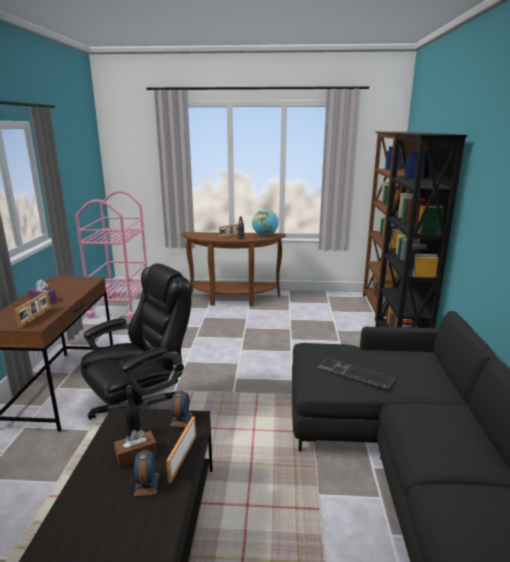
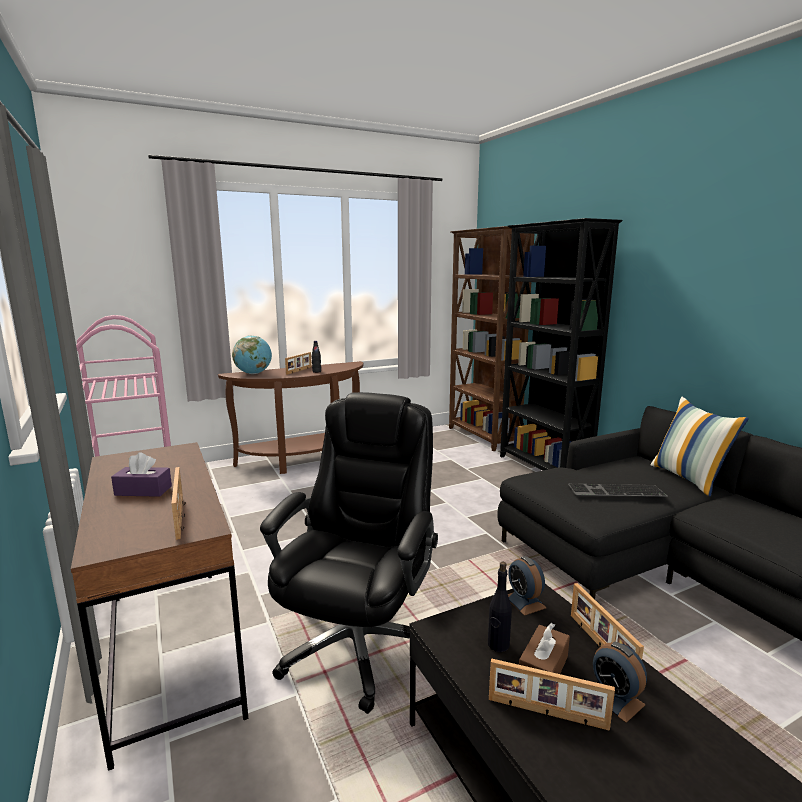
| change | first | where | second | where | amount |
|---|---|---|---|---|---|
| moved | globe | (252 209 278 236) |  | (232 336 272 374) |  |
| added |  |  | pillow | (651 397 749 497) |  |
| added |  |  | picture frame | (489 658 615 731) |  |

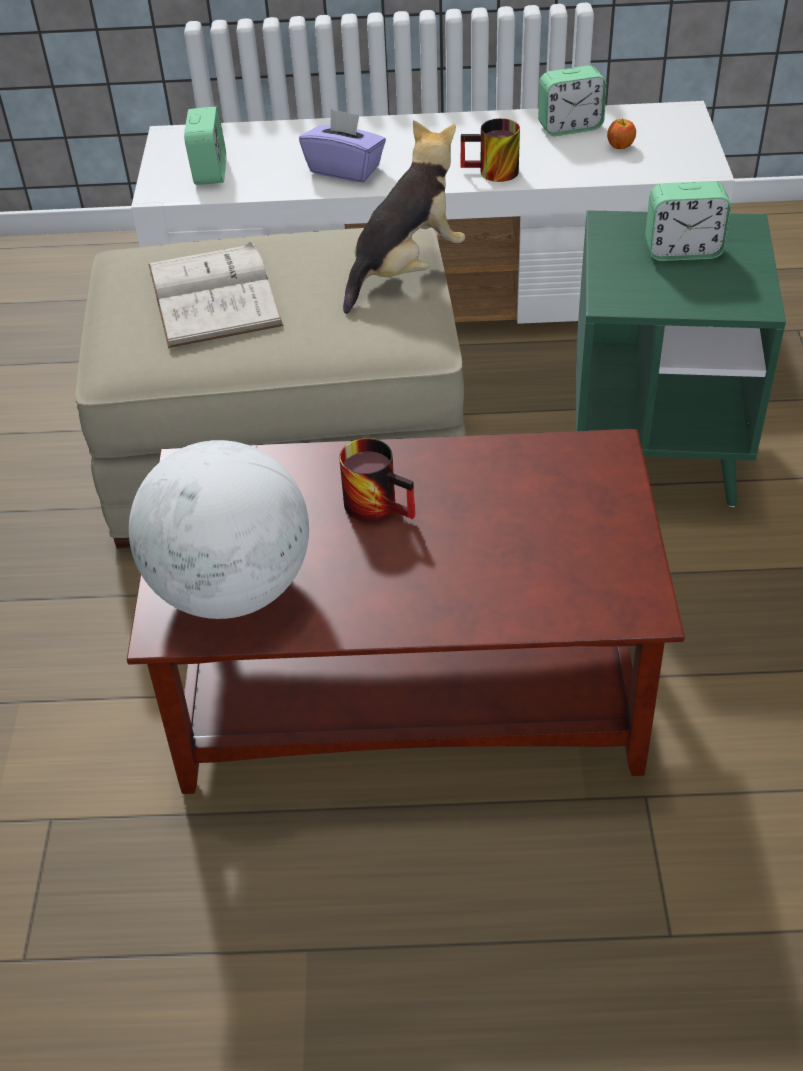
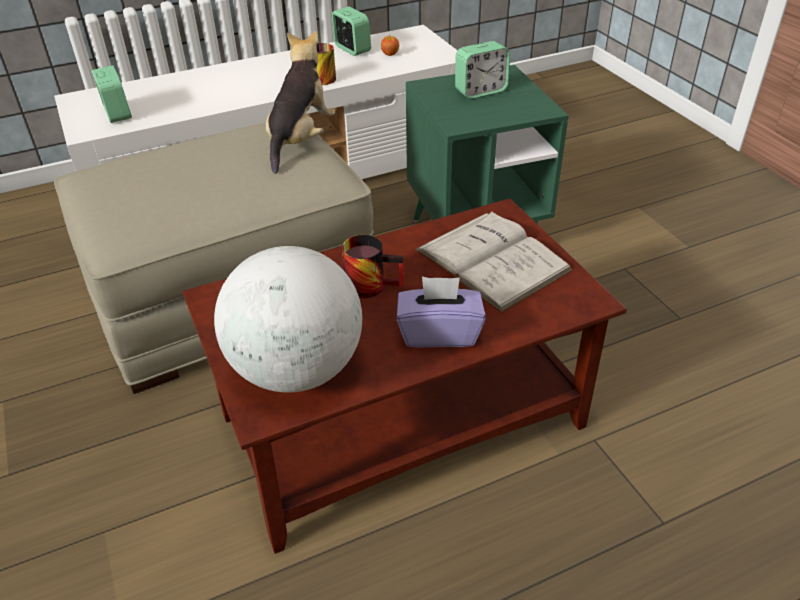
| change | first | where | second | where | amount |
|---|---|---|---|---|---|
| turned | alarm clock | (538 65 607 136) |  | (332 6 371 56) | 90 degrees counterclockwise |
| moved | tissue box/purple | (299 109 386 182) |  | (397 277 486 348) |  |
| moved | book/white | (148 242 283 348) |  | (415 212 573 313) |  |

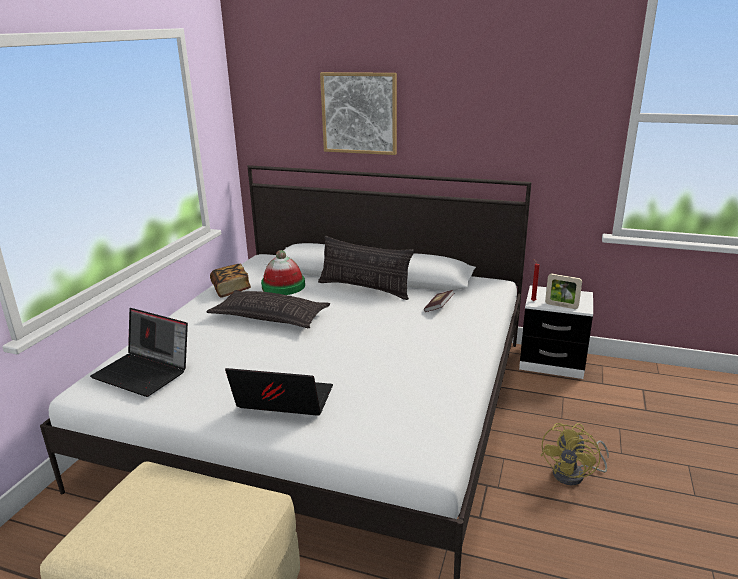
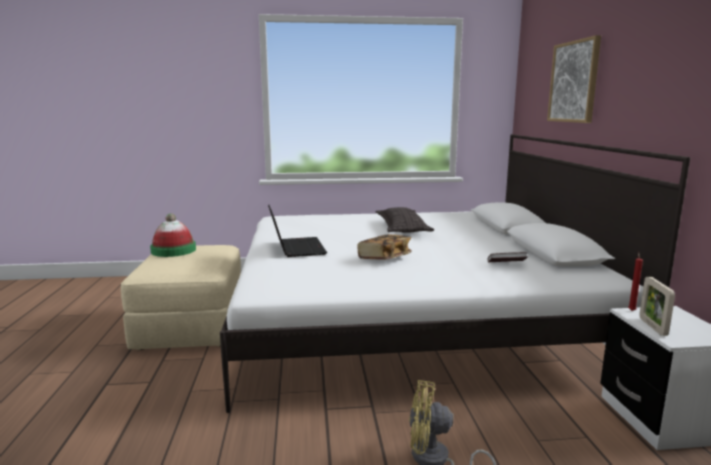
| change | first | where | second | where | amount |
|---|---|---|---|---|---|
| removed | pillow | (318 236 415 300) |  |  |  |
| moved | hat | (261 250 305 295) |  | (150 213 196 257) |  |
| moved | book | (210 264 251 298) |  | (357 234 412 260) |  |
| removed | laptop | (90 308 188 397) |  |  |  |

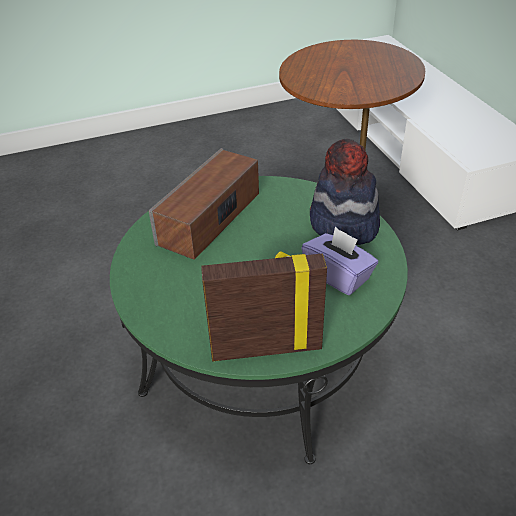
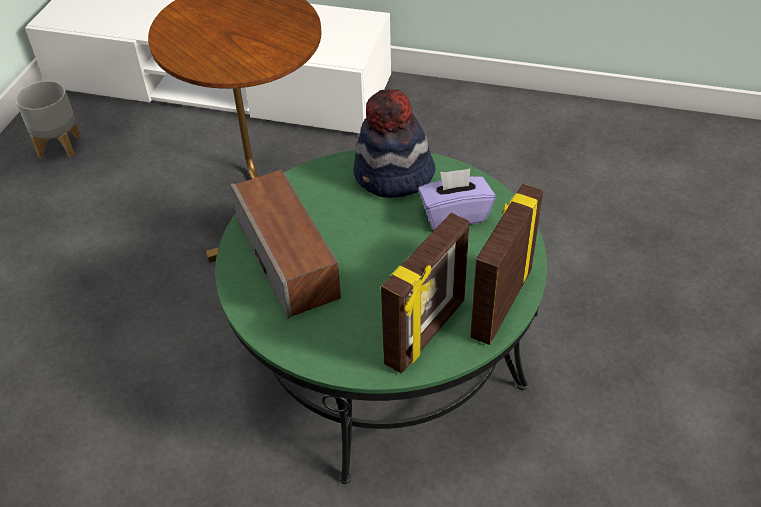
| change | first | where | second | where | amount |
|---|---|---|---|---|---|
| added |  |  | planter/grey | (16 81 81 159) |  |
| added |  |  | picture frame | (381 213 470 373) |  |

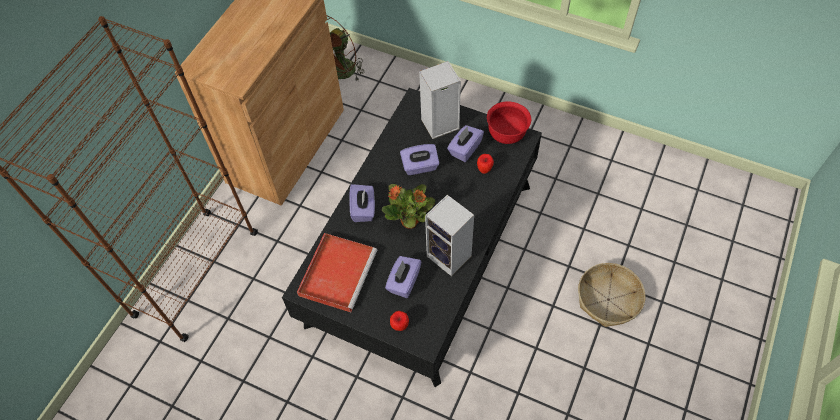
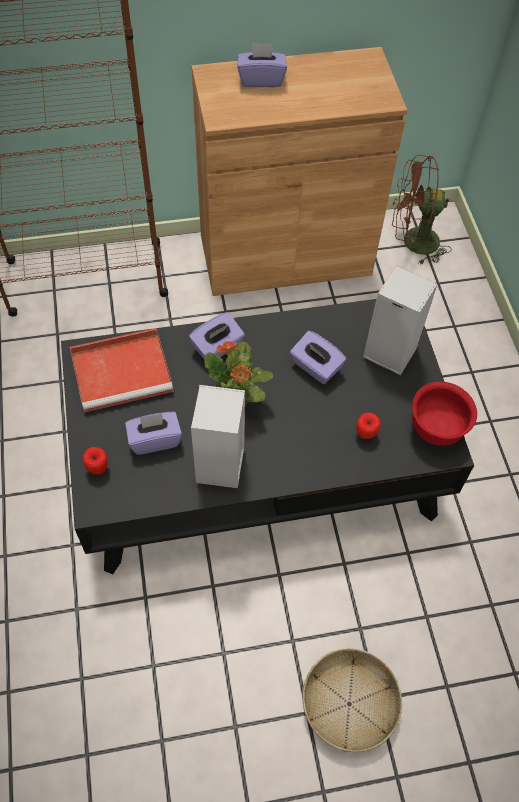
| change | first | where | second | where | amount |
|---|---|---|---|---|---|
| moved | tissue box/purple | (447 125 484 162) |  | (238 43 287 87) |  |

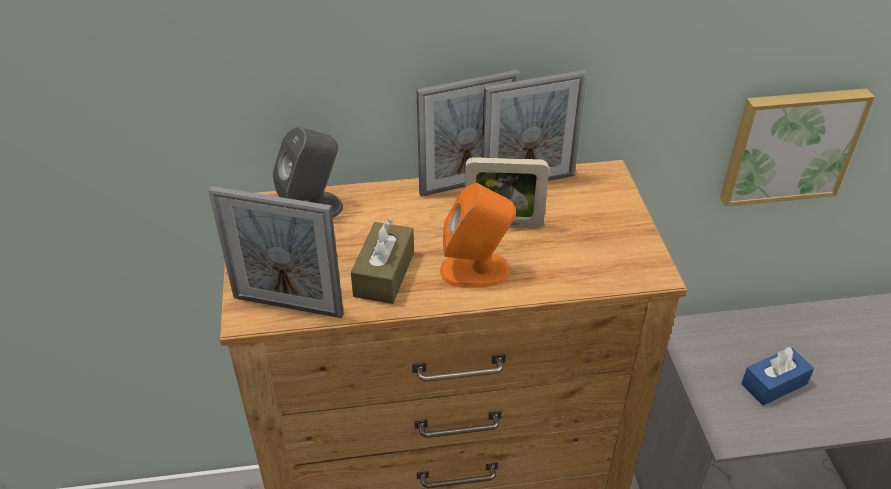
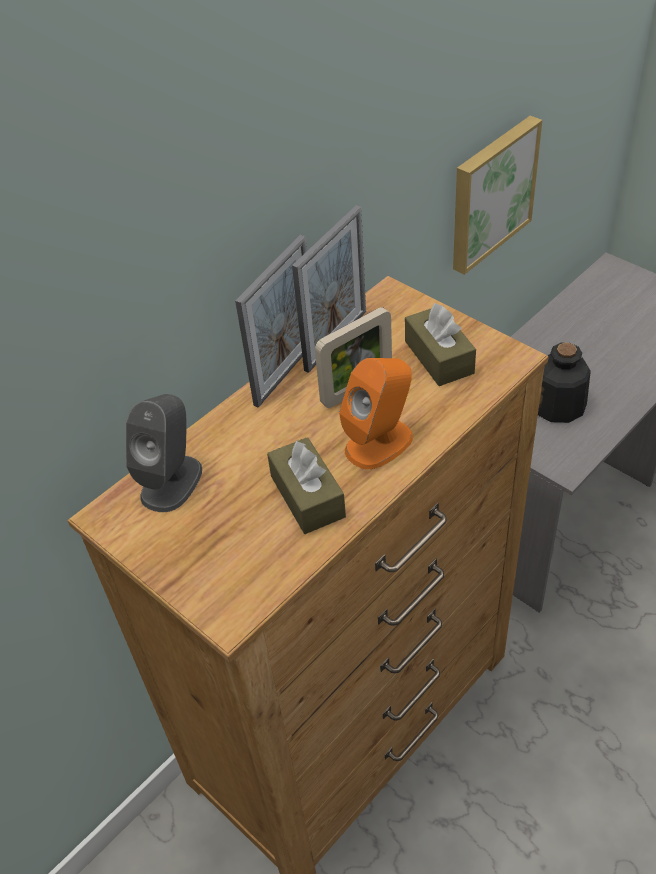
| change | first | where | second | where | amount |
|---|---|---|---|---|---|
| removed | picture frame | (208 186 344 318) |  |  |  |
| replaced | tissue box/blue | (741 347 814 406) | bottle | (538 343 591 423) |  |
| added |  |  | tissue box/brown | (405 303 476 386) |  |

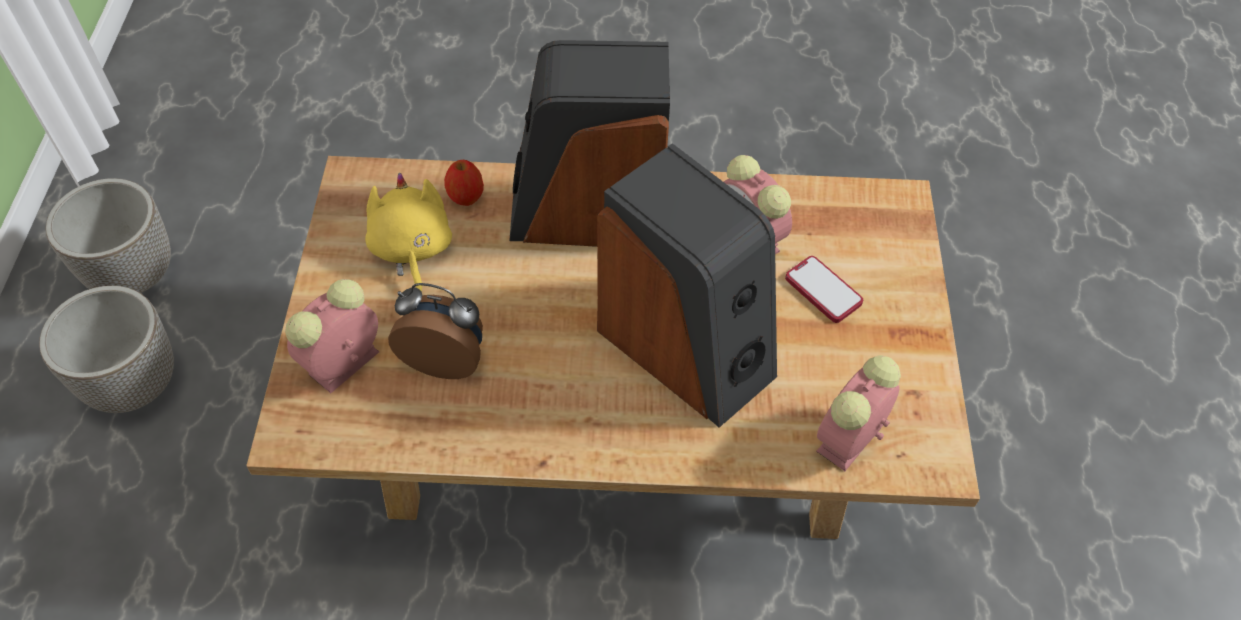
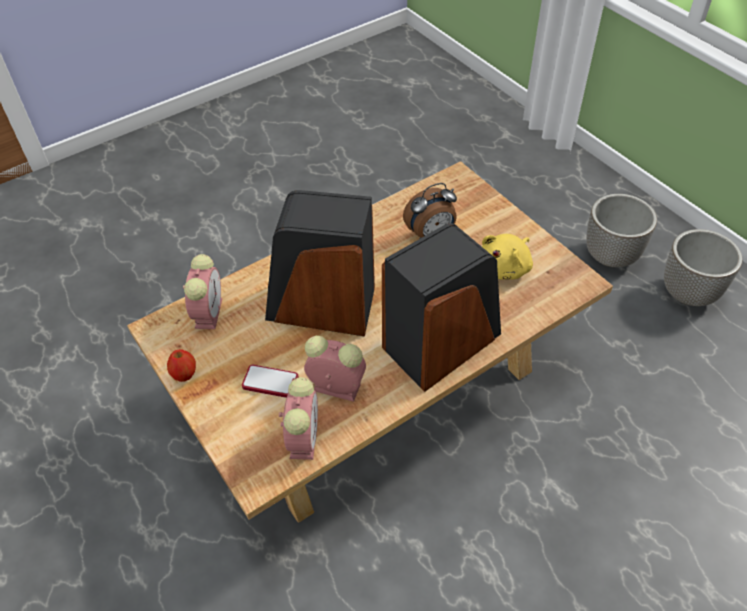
| change | first | where | second | where | amount |
|---|---|---|---|---|---|
| moved | apple | (444 160 484 206) |  | (167 349 196 382) |  |
| turned | plush toy/yellow | (365 173 452 291) |  | (482 234 533 280) | 90 degrees clockwise |
| moved | alarm clock | (285 279 379 393) |  | (279 377 318 460) |  |

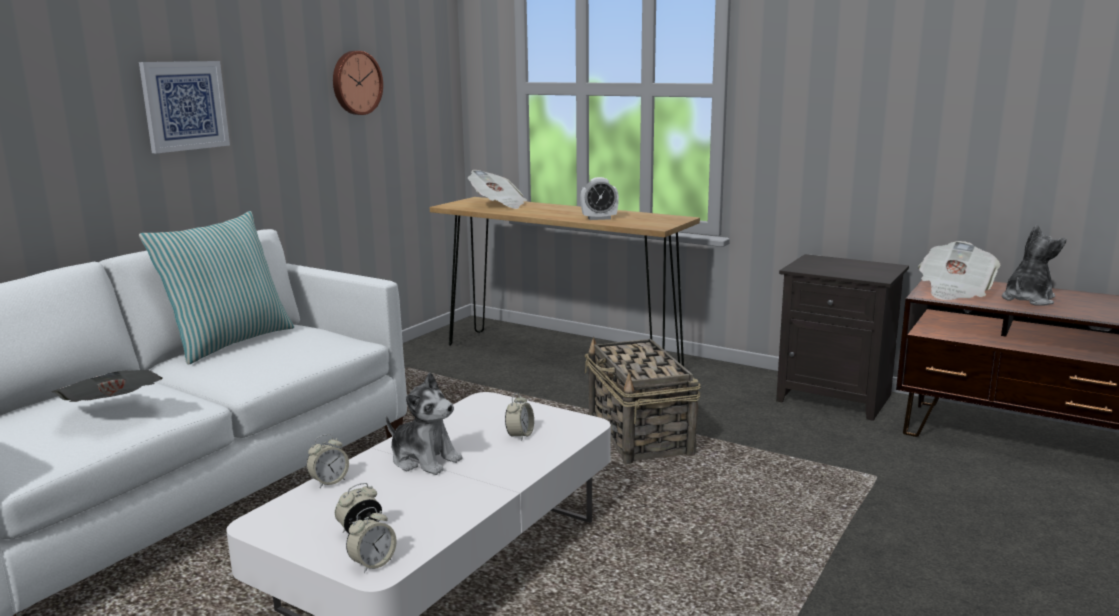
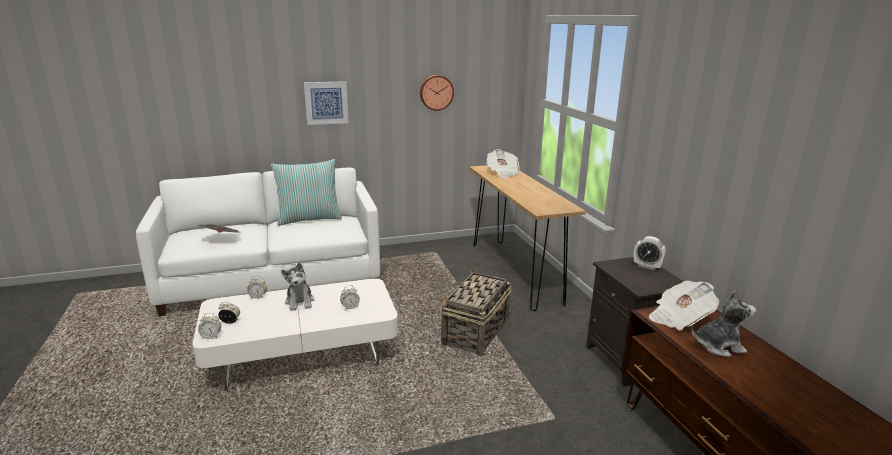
| change | first | where | second | where | amount |
|---|---|---|---|---|---|
| moved | alarm clock | (580 177 619 220) |  | (634 236 666 270) |  |

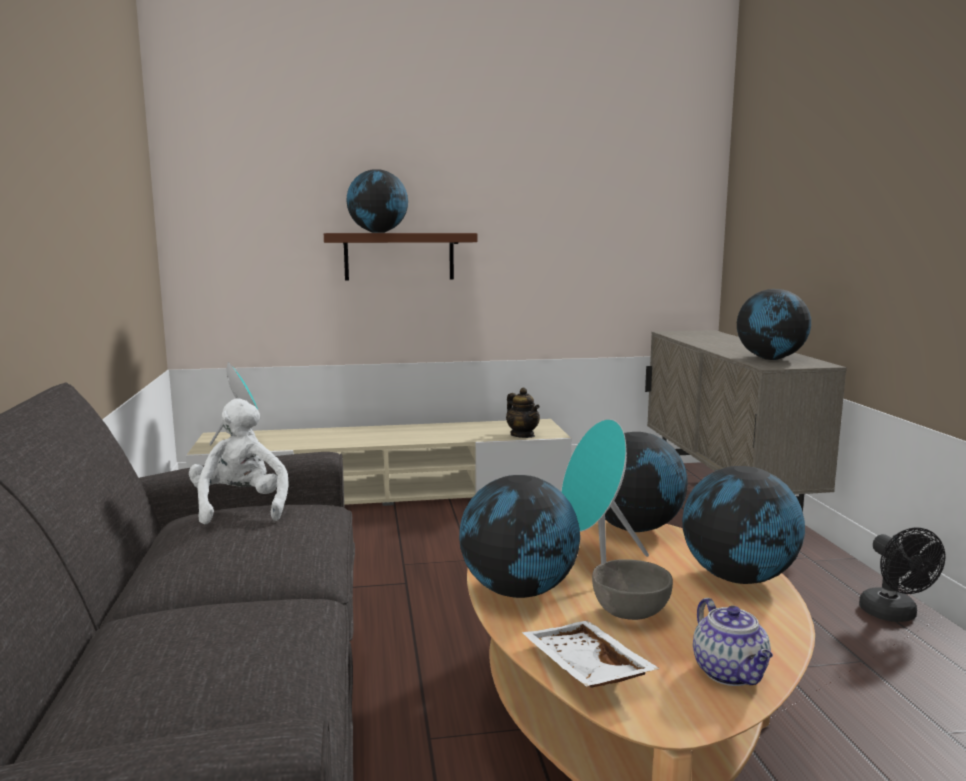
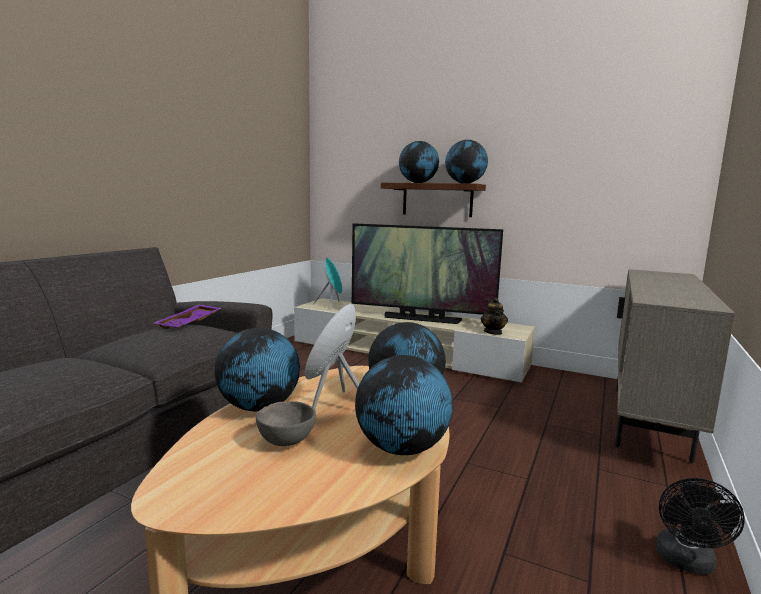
| change | first | where | second | where | amount |
|---|---|---|---|---|---|
| moved | globe | (737 289 811 360) |  | (445 140 488 184) |  |
| replaced | plush toy/white | (189 398 289 524) | tray/purple | (154 305 221 329) |  |
| removed | teapot | (693 598 773 686) |  |  |  |
| removed | tray/white | (522 621 660 688) |  |  |  |
| added |  |  | television | (352 223 503 324) |  |

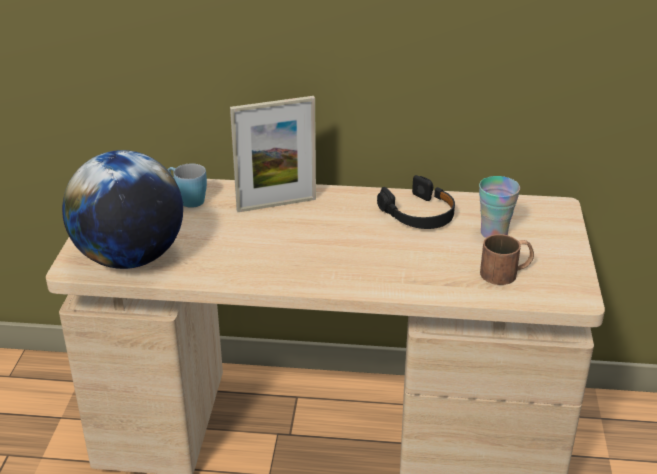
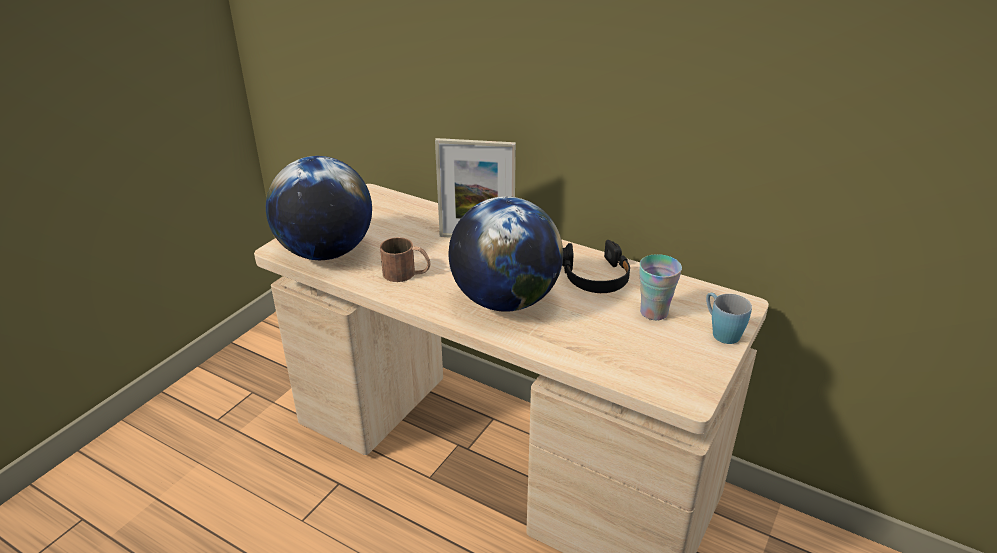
| change | first | where | second | where | amount |
|---|---|---|---|---|---|
| moved | mug/blue | (168 163 207 208) |  | (706 293 752 344) |  |
| moved | mug/brown | (480 234 534 285) |  | (380 237 430 282) |  |
| added |  |  | globe | (449 196 563 312) |  |

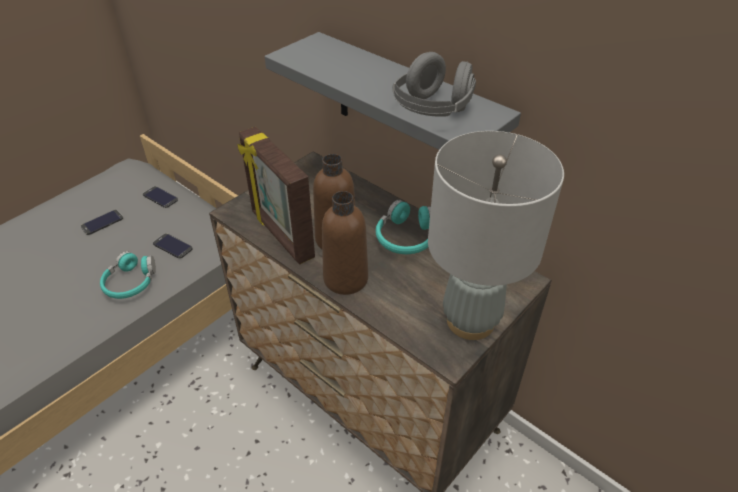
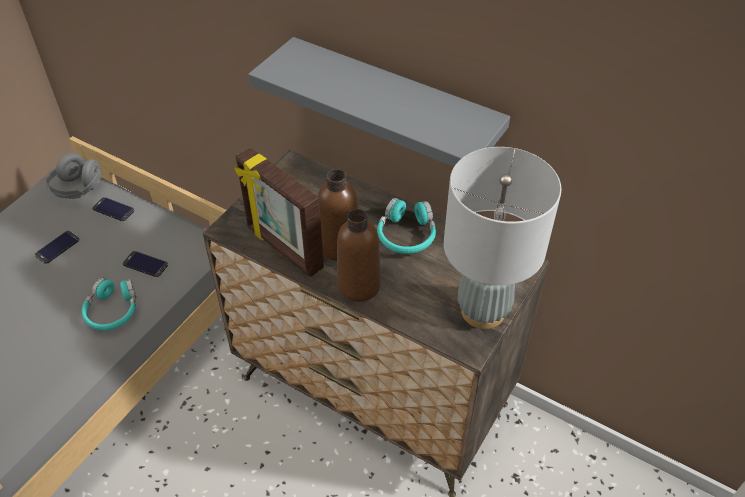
| change | first | where | second | where | amount |
|---|---|---|---|---|---|
| moved | headphones/grey | (393 52 476 117) |  | (46 153 101 199) |  |

